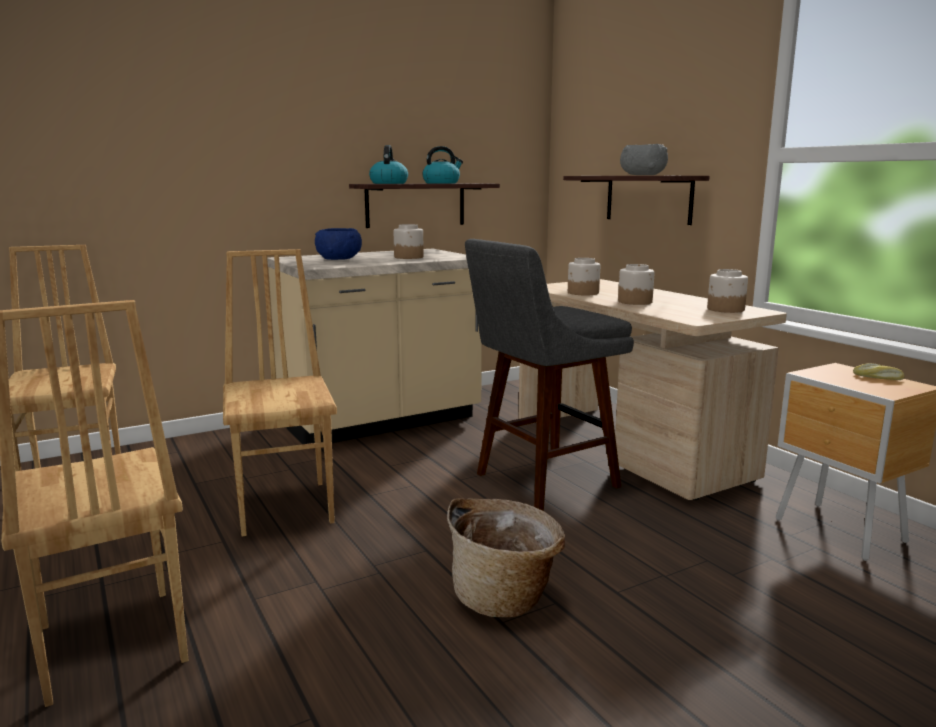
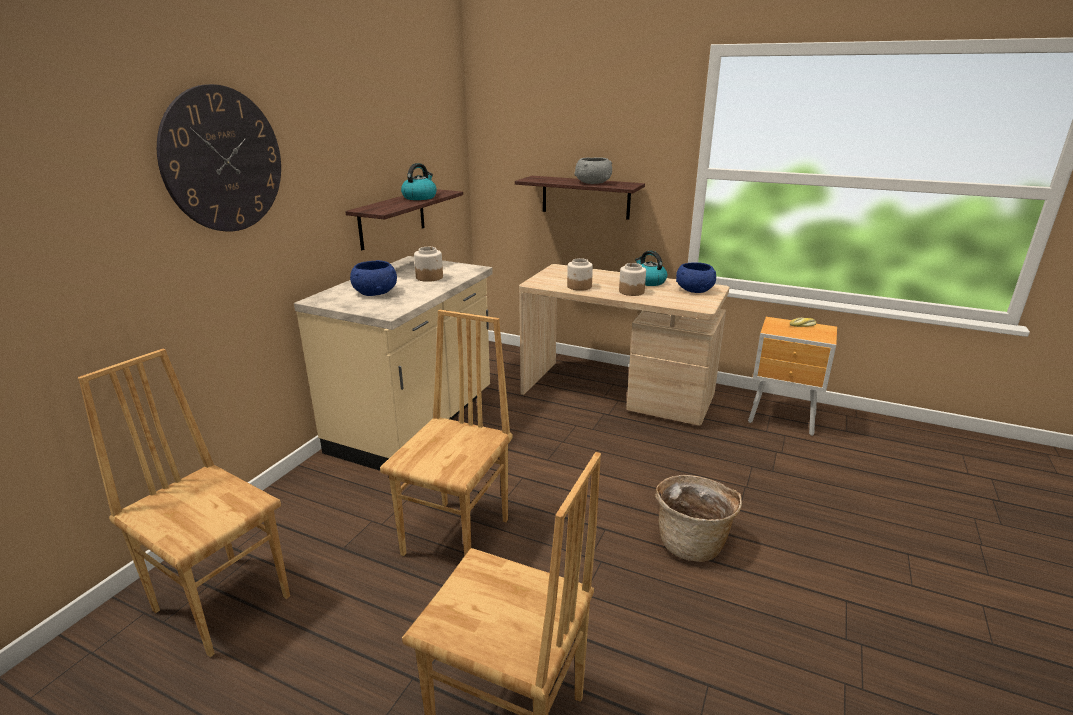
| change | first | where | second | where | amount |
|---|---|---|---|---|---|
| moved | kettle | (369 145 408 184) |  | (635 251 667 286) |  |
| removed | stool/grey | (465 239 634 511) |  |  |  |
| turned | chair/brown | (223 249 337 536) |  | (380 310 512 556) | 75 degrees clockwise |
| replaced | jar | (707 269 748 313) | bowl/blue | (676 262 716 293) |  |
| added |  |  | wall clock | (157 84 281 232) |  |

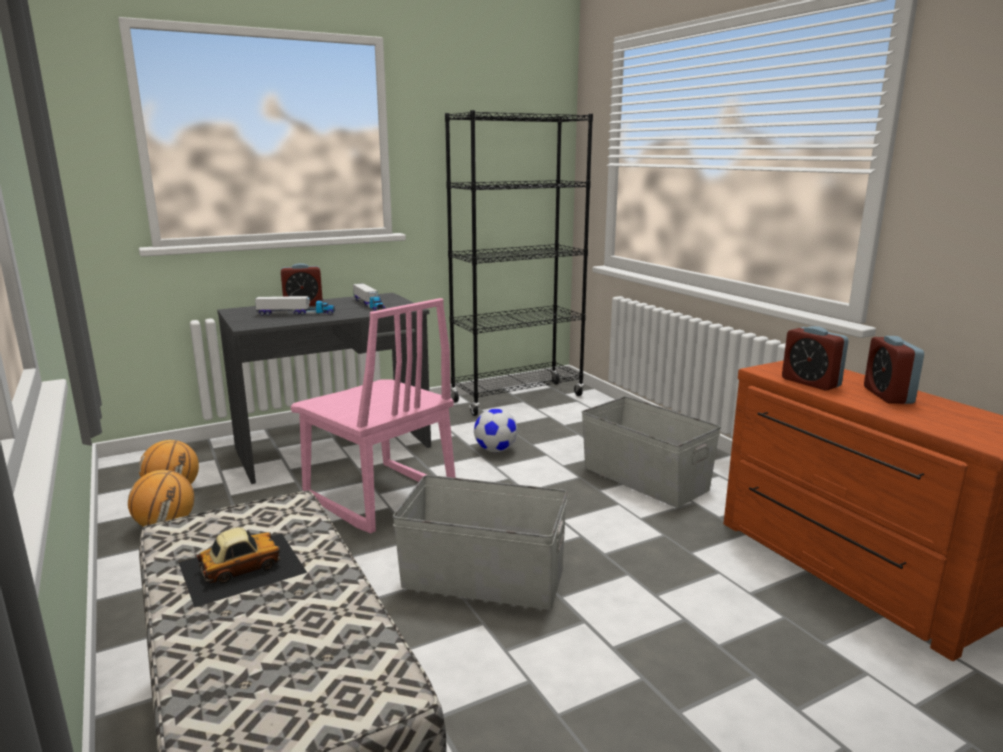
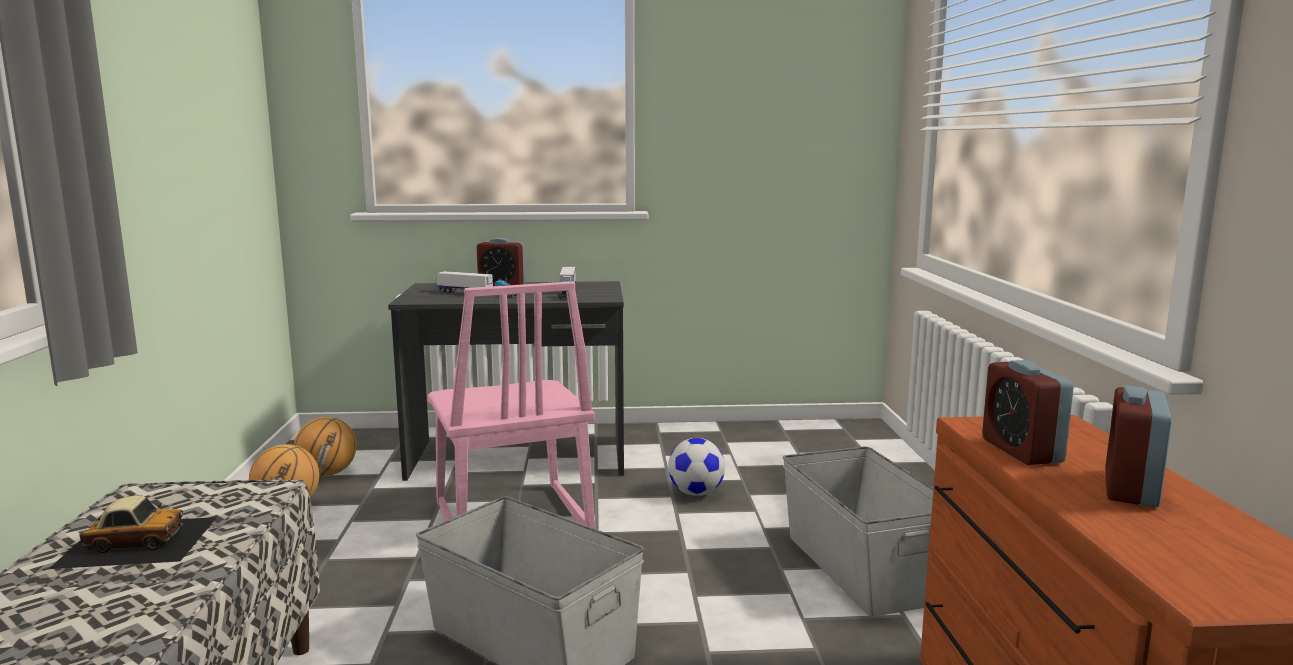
| change | first | where | second | where | amount |
|---|---|---|---|---|---|
| removed | bookcase/black | (445 110 593 416) |  |  |  |

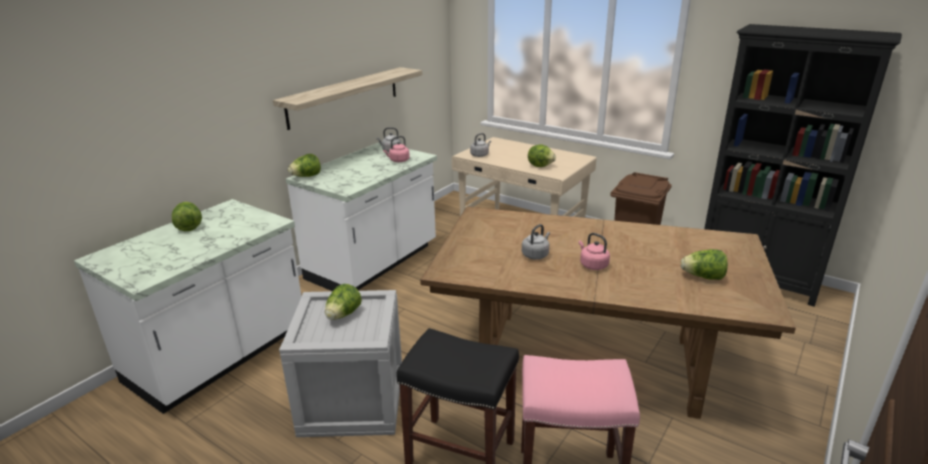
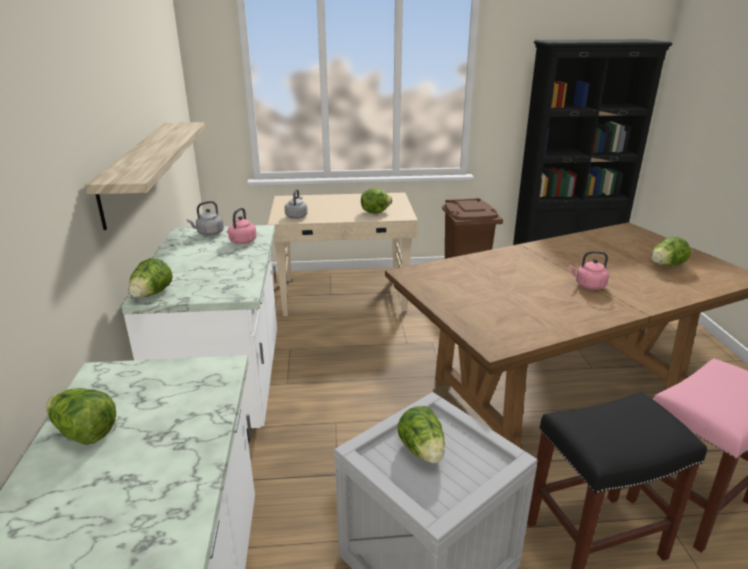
| change | first | where | second | where | amount |
|---|---|---|---|---|---|
| removed | kettle/grey | (522 224 550 260) |  |  |  |

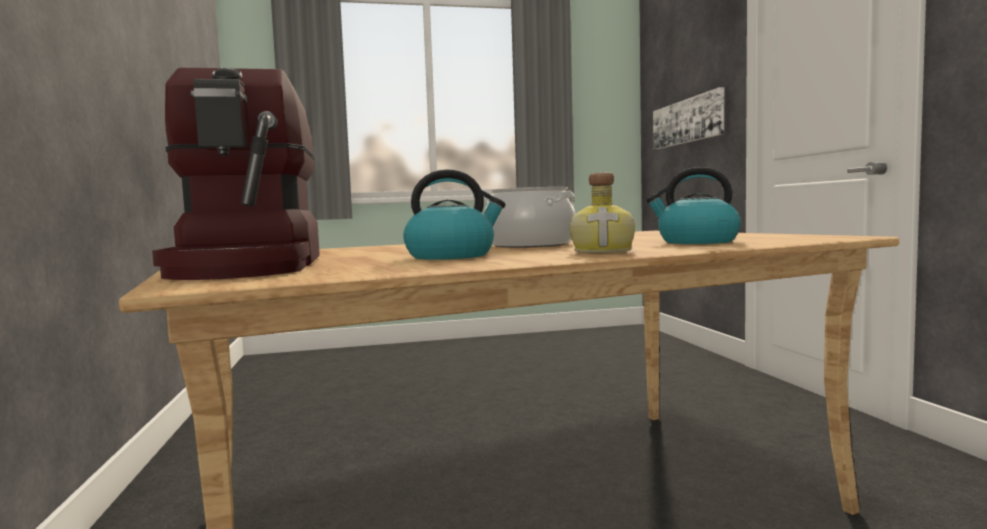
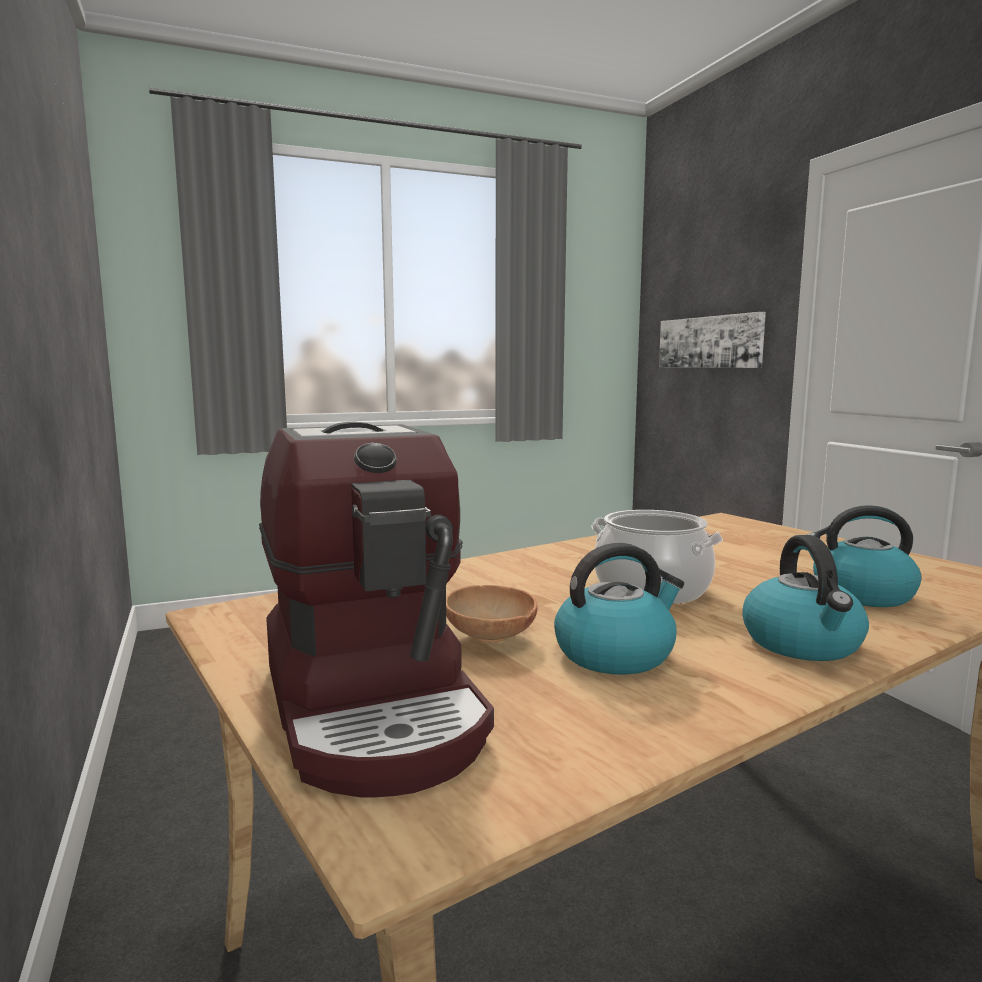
| change | first | where | second | where | amount |
|---|---|---|---|---|---|
| replaced | bottle | (570 172 635 253) | kettle | (742 535 869 661) |  |
| added |  |  | bowl/brown | (446 585 538 642) |  |

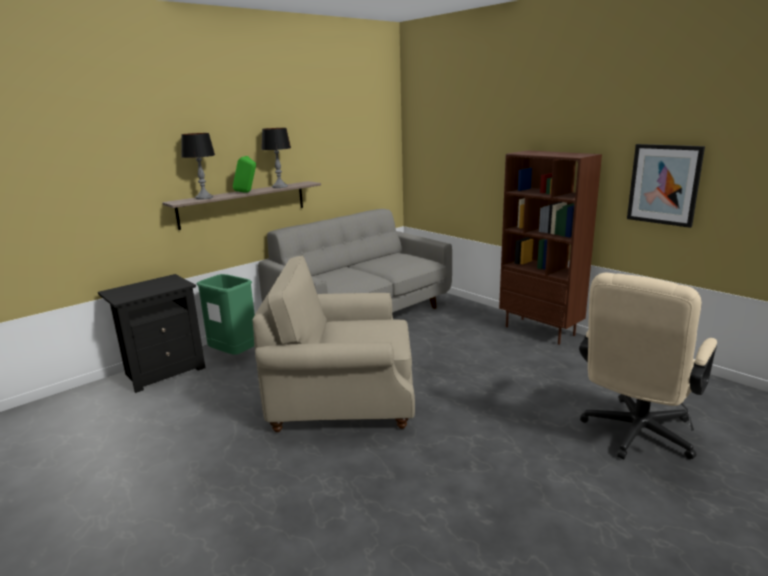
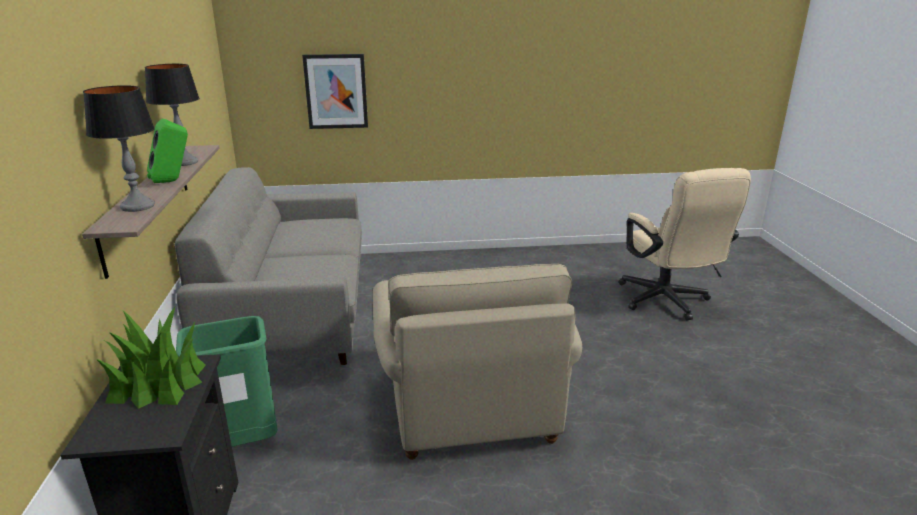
| change | first | where | second | where | amount |
|---|---|---|---|---|---|
| moved | picture | (627 144 705 228) |  | (302 54 368 129) |  |
| removed | bookcase/brown | (499 151 602 345) |  |  |  |
| turned | armchair/beige | (252 255 415 432) |  | (373 264 582 460) | 45 degrees counterclockwise |
| added |  |  | potted plant | (96 307 206 409) |  |

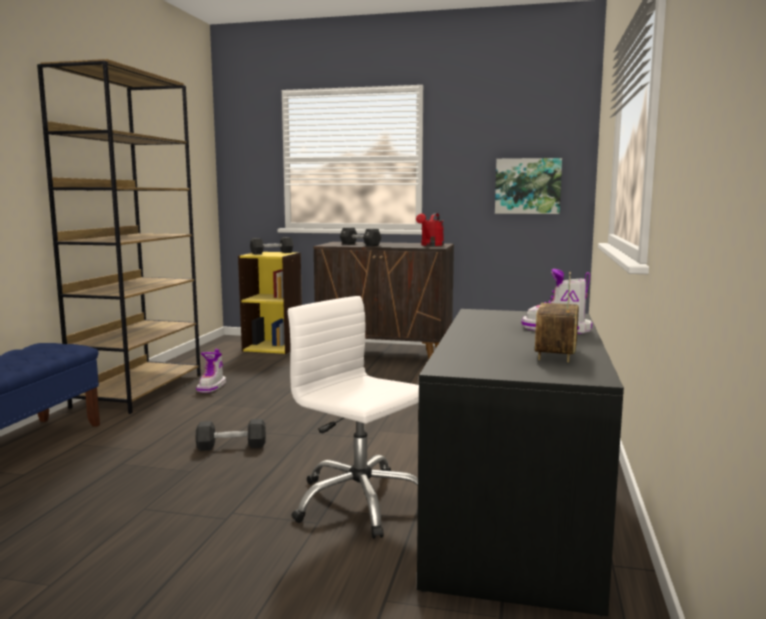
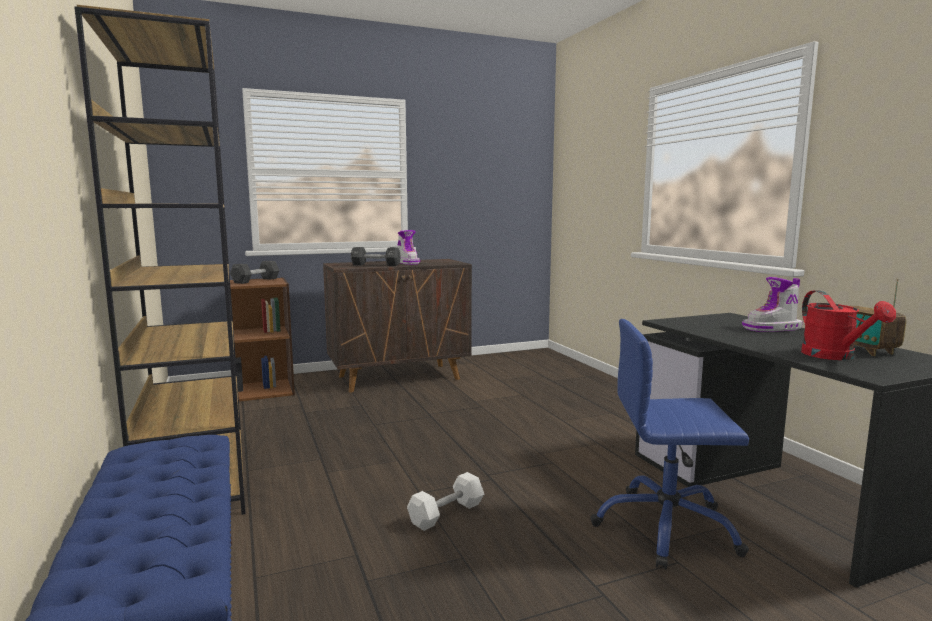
| change | first | where | second | where | amount |
|---|---|---|---|---|---|
| removed | picture | (495 158 562 214) |  |  |  |
| moved | watering can/red | (416 213 444 246) |  | (801 290 896 360) |  |
| recoloured | bookcase/yellow | (238 252 302 354) | bookcase/brown | (230 278 295 402) |  |
| recoloured | office chair/white | (288 296 419 539) | office chair/blue | (590 319 749 569) |  |
| moved | boot | (196 349 226 393) |  | (398 230 420 265) |  |
| recoloured | dumbbell/black | (196 419 266 451) | dumbbell/white | (407 472 484 531) |  |

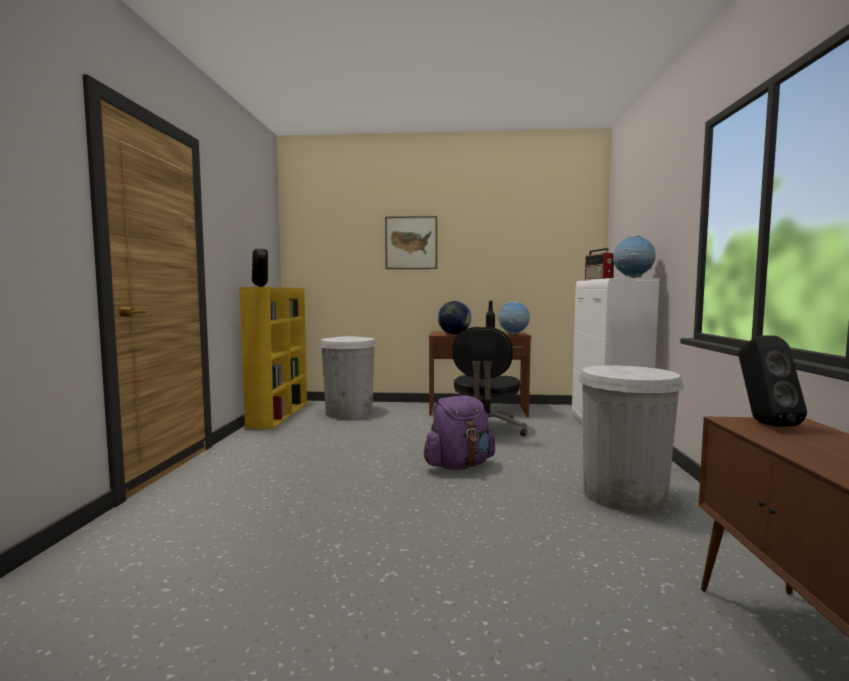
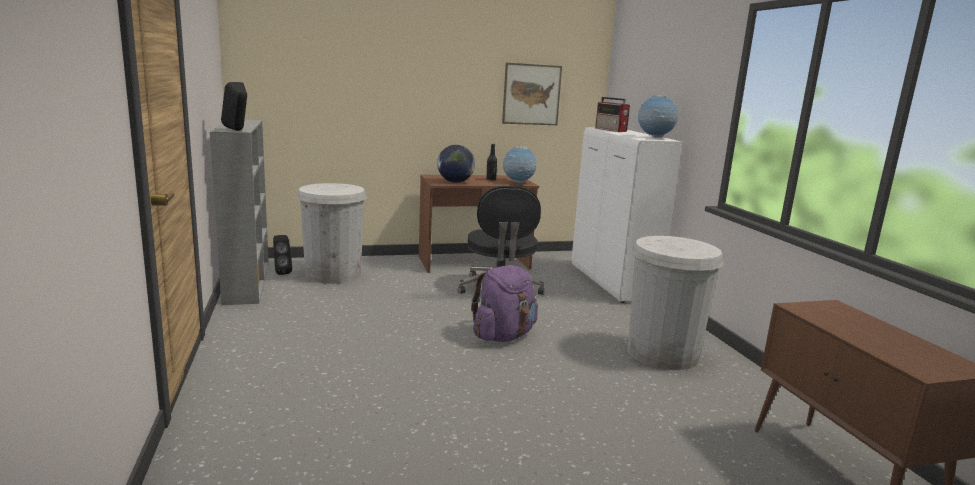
| change | first | where | second | where | amount |
|---|---|---|---|---|---|
| moved | picture | (385 216 437 269) |  | (502 63 562 125) |  |
| recoloured | bookcase/yellow | (240 287 307 429) | bookcase/grey | (210 120 269 305) |  |
| moved | speaker/black | (738 335 807 427) |  | (273 235 292 275) |  |

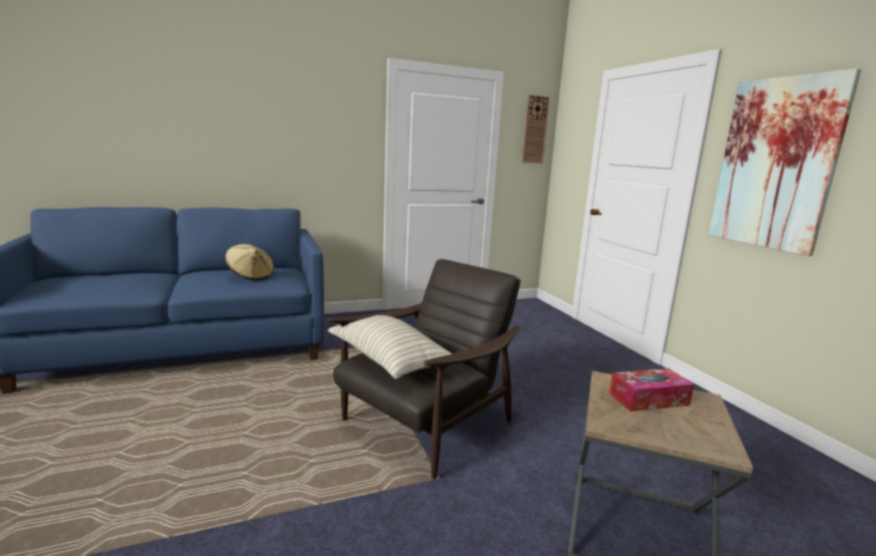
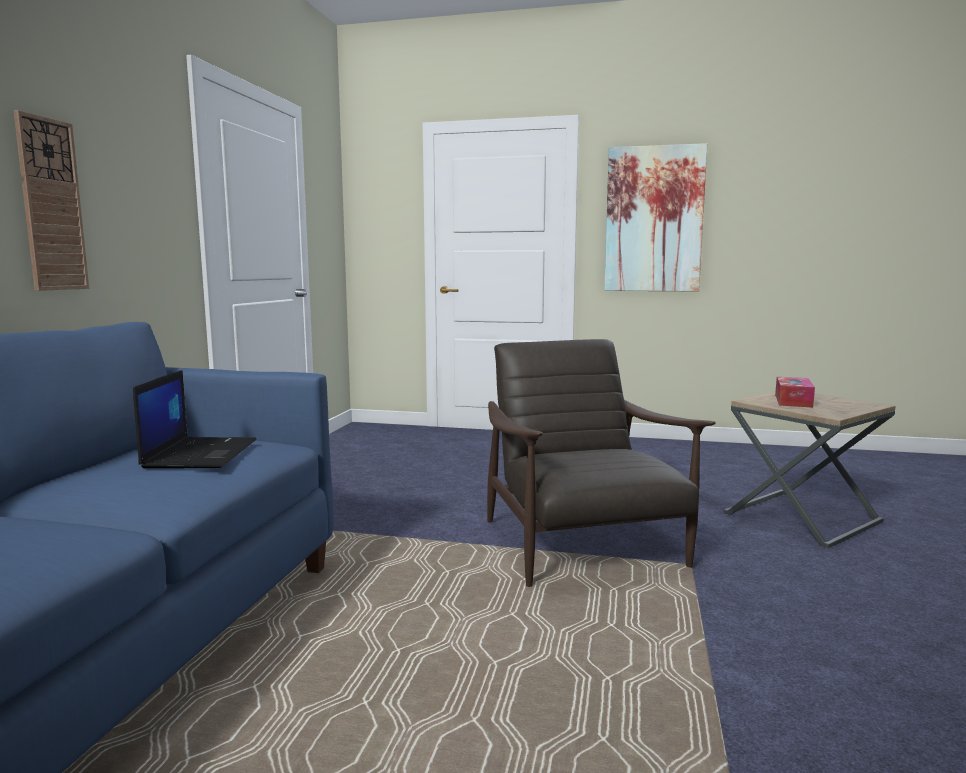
| change | first | where | second | where | amount |
|---|---|---|---|---|---|
| moved | wall clock | (522 95 550 163) |  | (14 110 89 291) |  |
| replaced | hat/beige | (225 244 274 280) | laptop | (133 370 257 469) |  |
| removed | pillow | (328 315 453 379) |  |  |  |

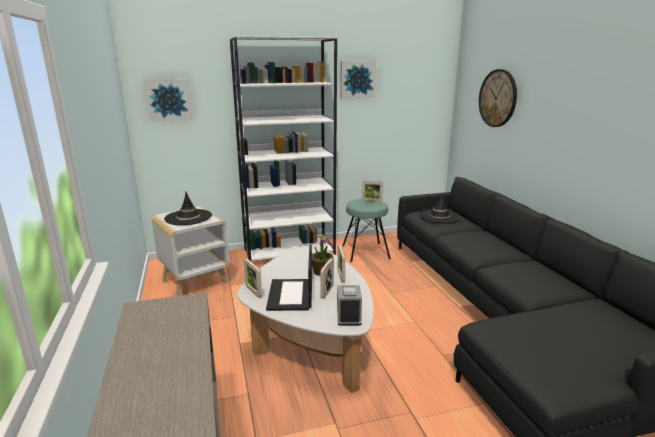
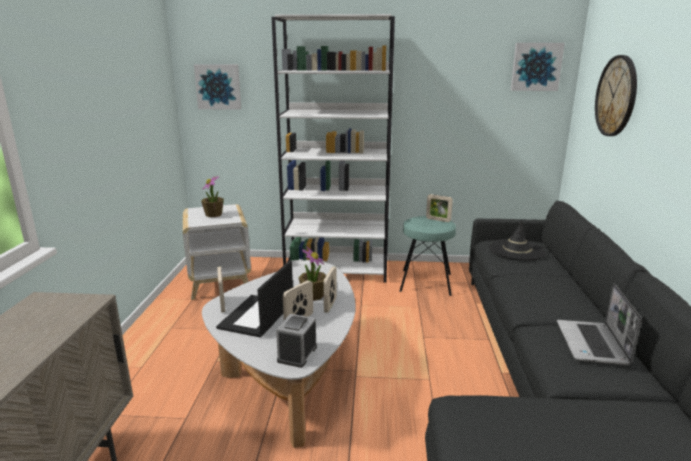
| change | first | where | second | where | amount |
|---|---|---|---|---|---|
| moved | picture | (340 60 377 99) |  | (511 43 565 91) |  |
| replaced | hat/black | (164 192 212 225) | potted plant | (201 175 224 217) |  |
| added |  |  | laptop | (557 283 642 365) |  |

